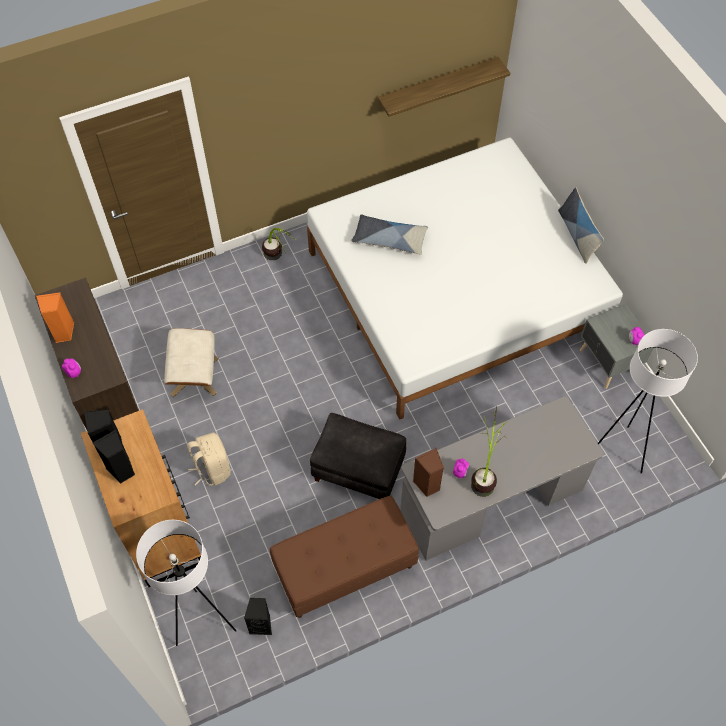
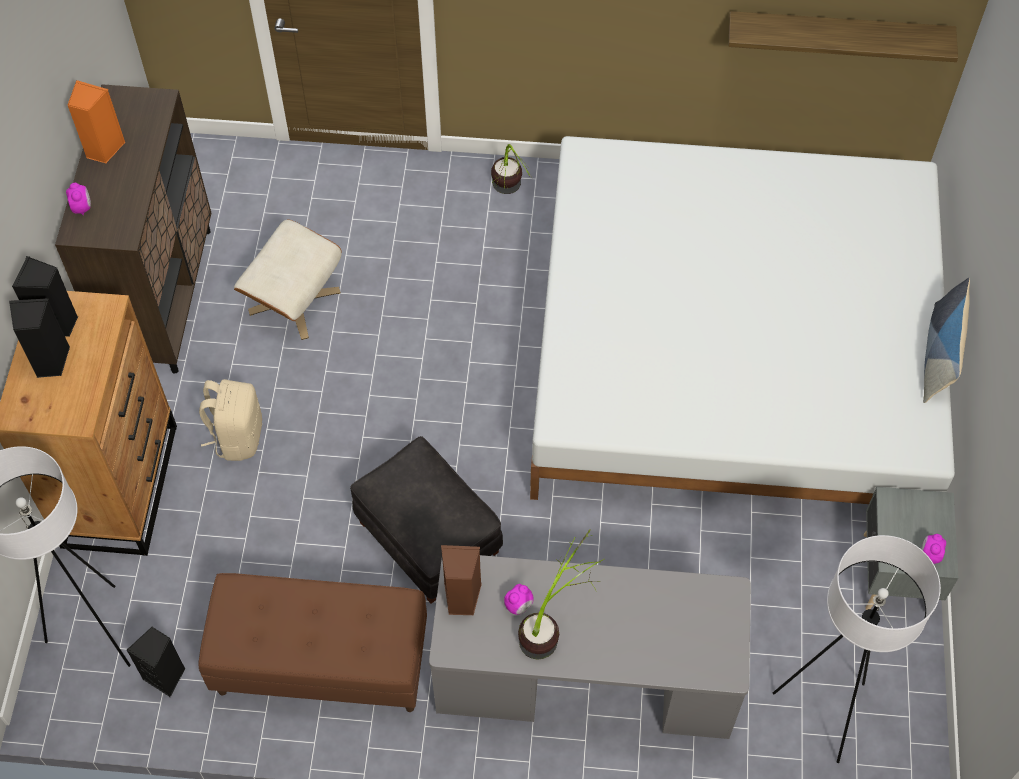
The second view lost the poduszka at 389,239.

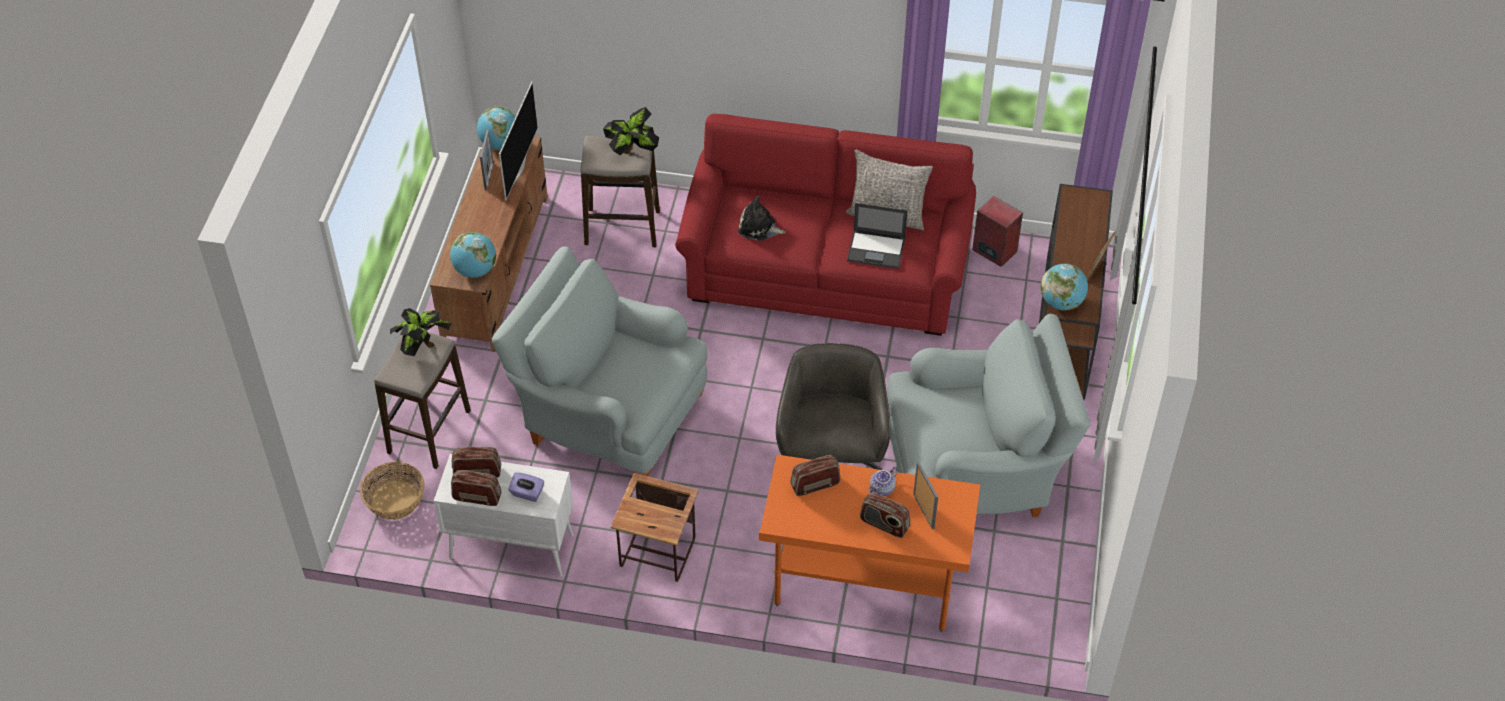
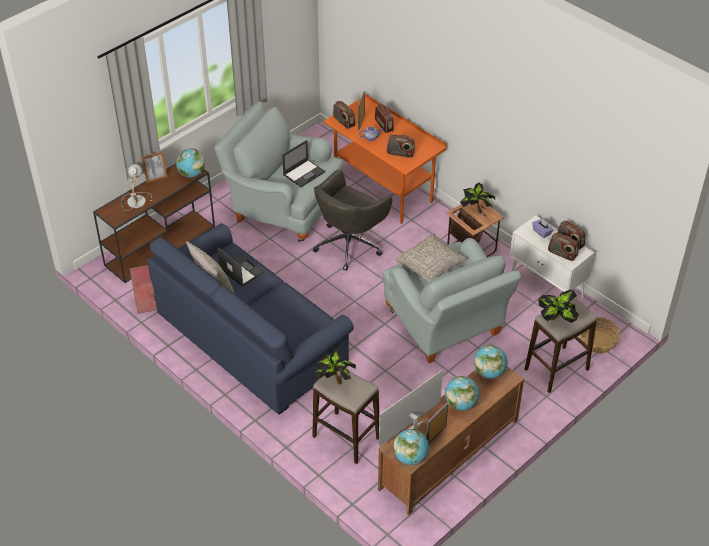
What was the kanapa/czerwony at 826,274 turned into the kanapa/niebieski at 251,340.
The second view lost the pluszak at 759,228.
The second view gained the radio at 343,122.
The second view gained the laptop at 304,173.
The second view gained the lampa stołowa at 134,201.
The second view gained the roślina doniczkowa at 476,210.
The second view gained the poduszka/szary at 431,265.
The second view gained the globus at 461,404.

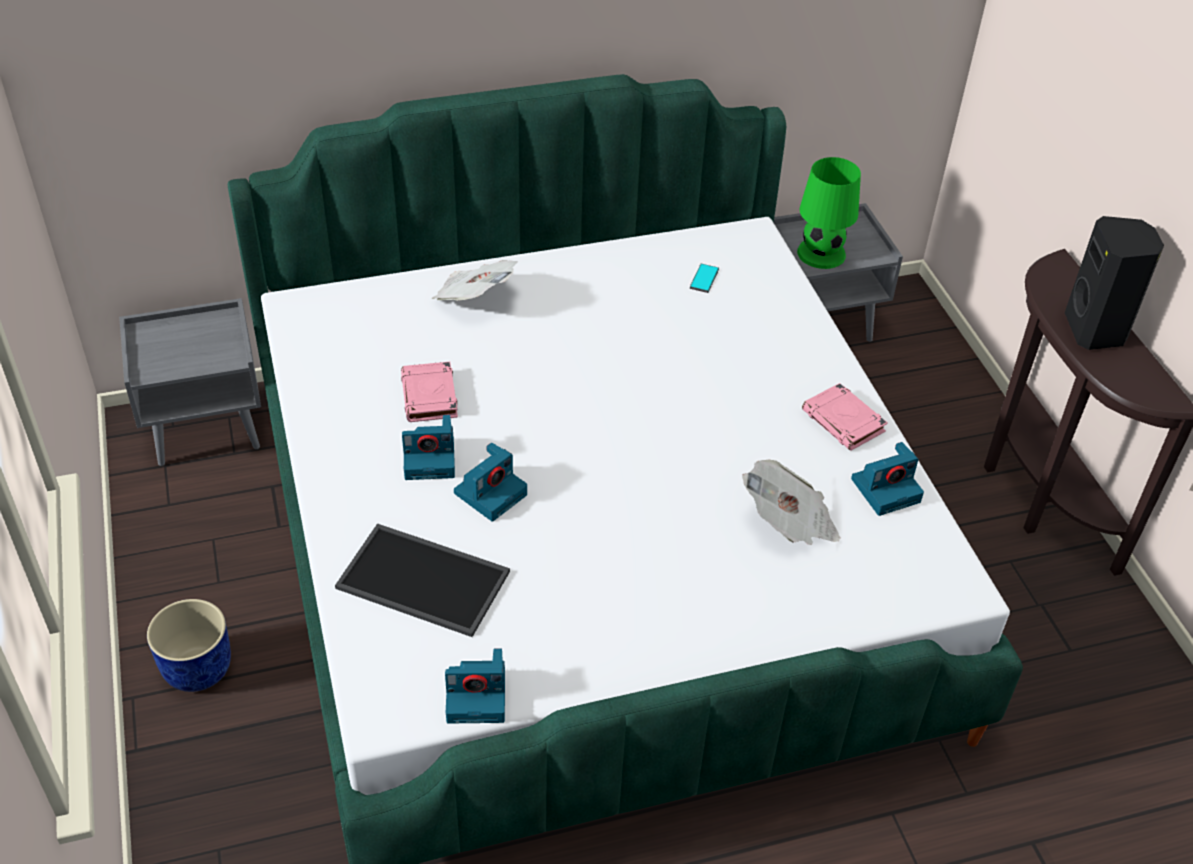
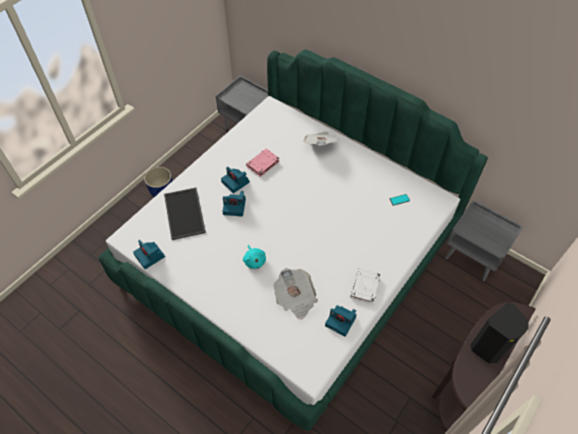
The second view lost the lampa stołowa/zielony at 821,254.
What was the książka/różowy at 844,422 turned into the książka/biały at 365,287.
The second view gained the pluszak/turkusowy at 254,260.

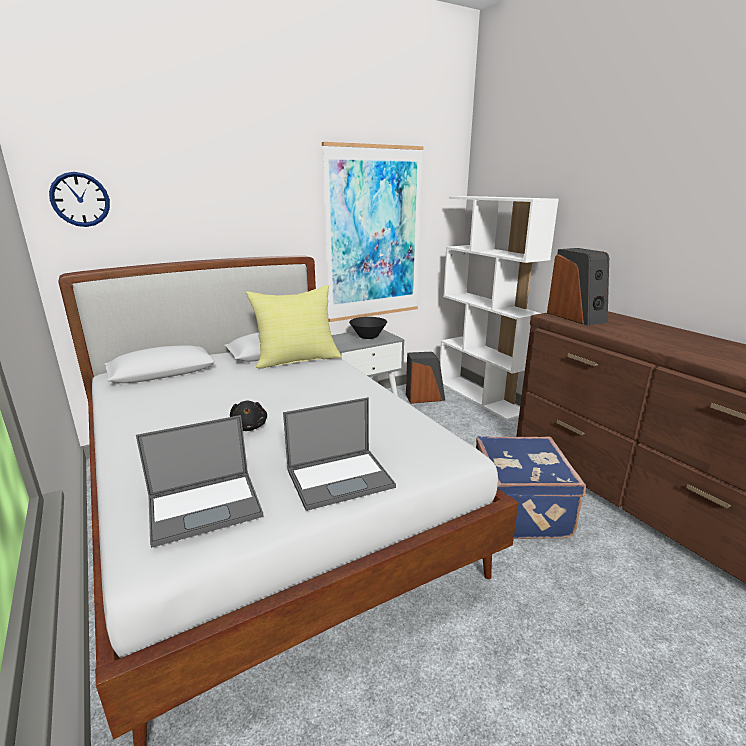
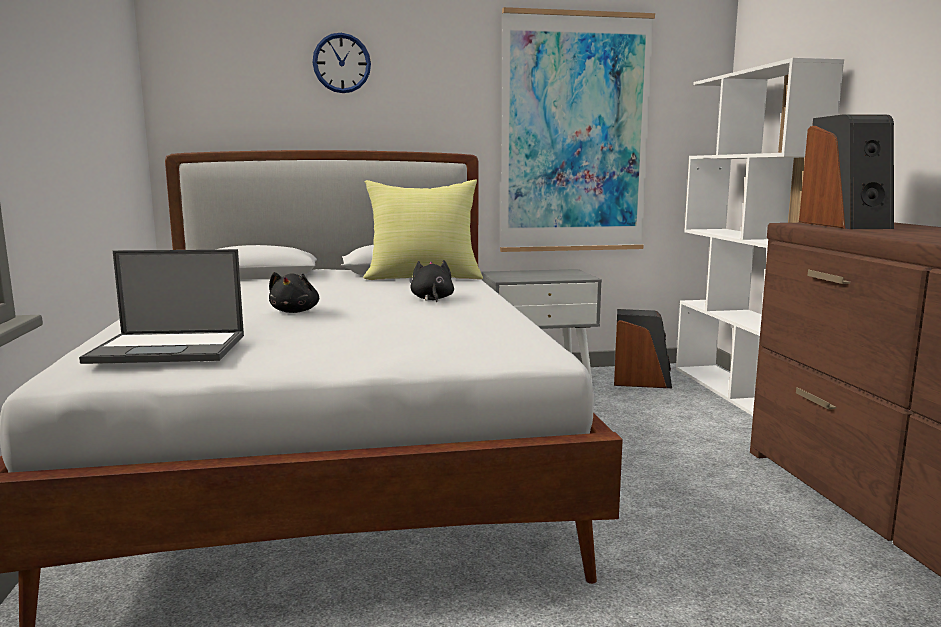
The zegar ścienny ended up elsewhere, having gone from 80,199 to 341,63.
The second view lost the miska/czarny at 368,337.
The second view lost the laptop at 341,478.
The second view lost the walizka/niebieski at 521,510.
The second view gained the pluszak/czarny at 432,299.

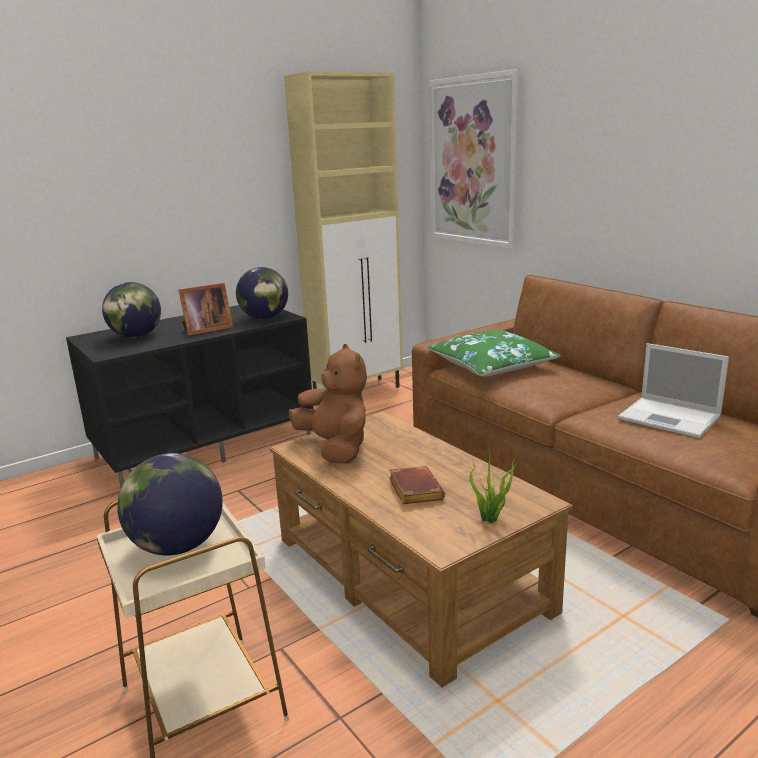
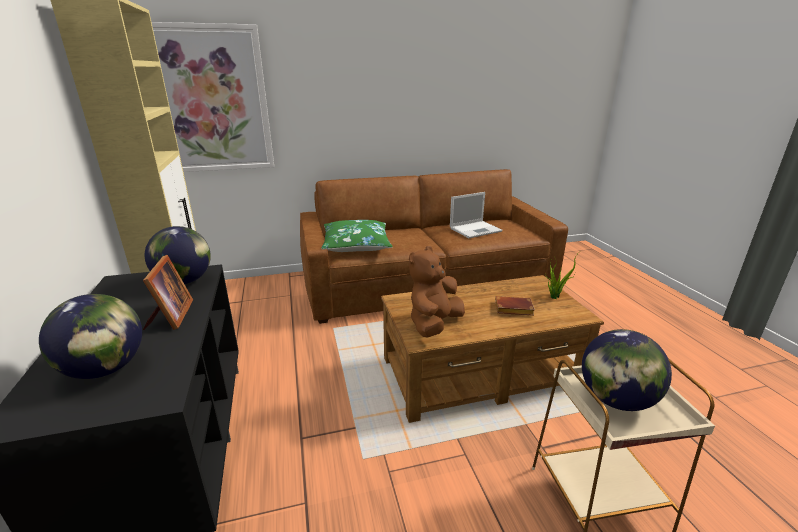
The pluszak/brązowy at 335,448 ended up facing another way, 45 degrees counterclockwise from before.

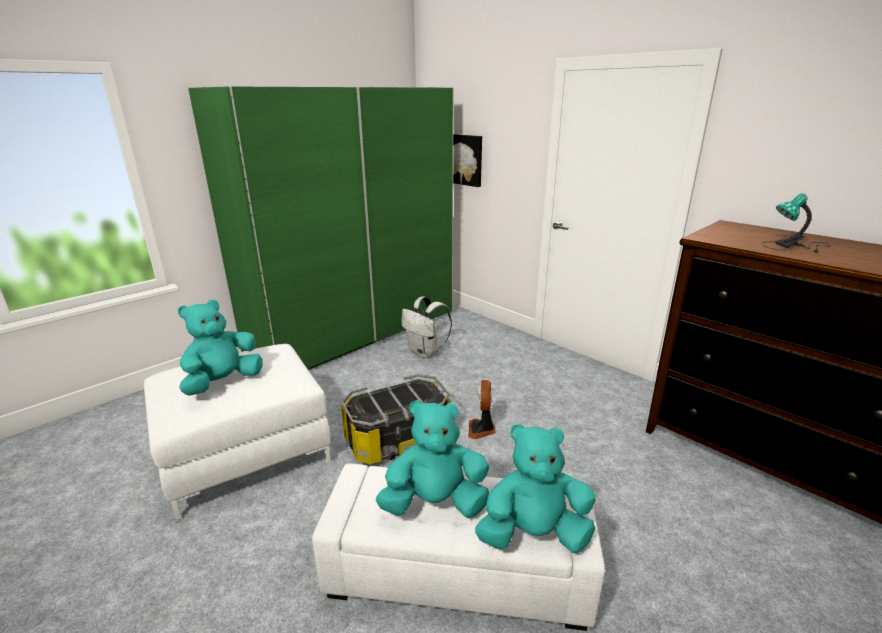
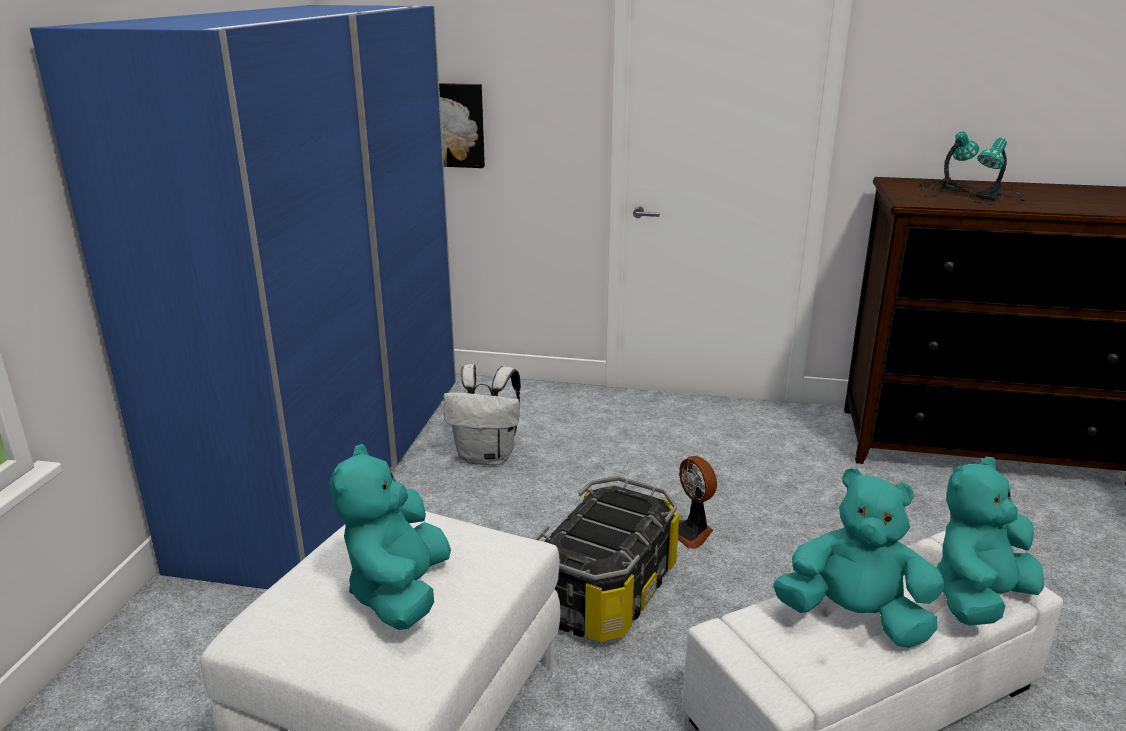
What was the szafa/zielony at 356,333 turned into the szafa/niebieski at 333,463.
The pluszak/turkusowy at 435,503 ended up facing another way, 60 degrees clockwise from before.
The second view gained the lampa stołowa at 944,189.

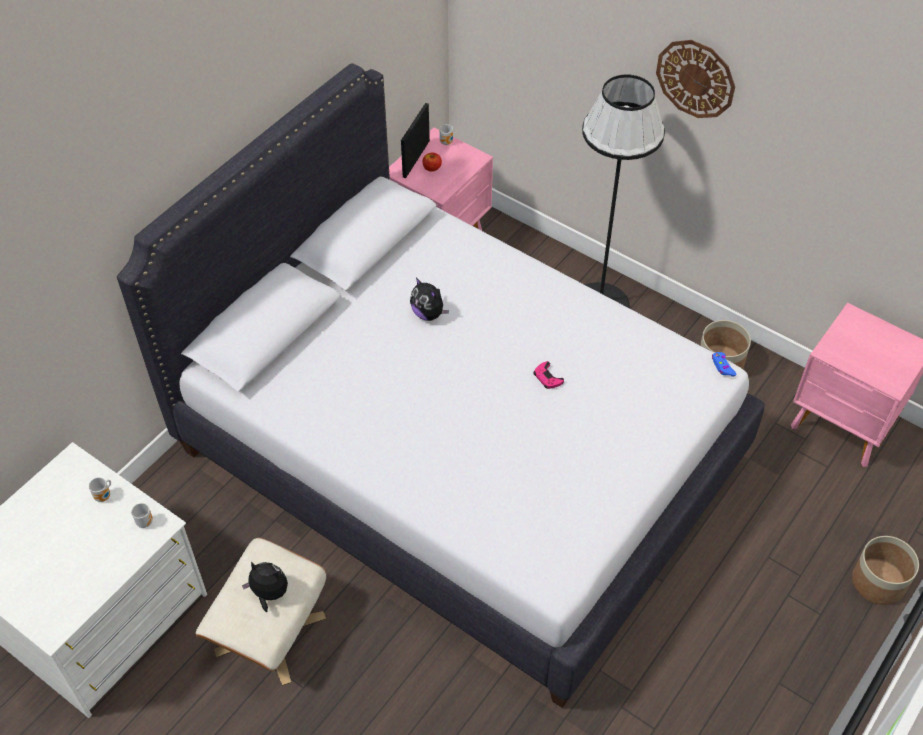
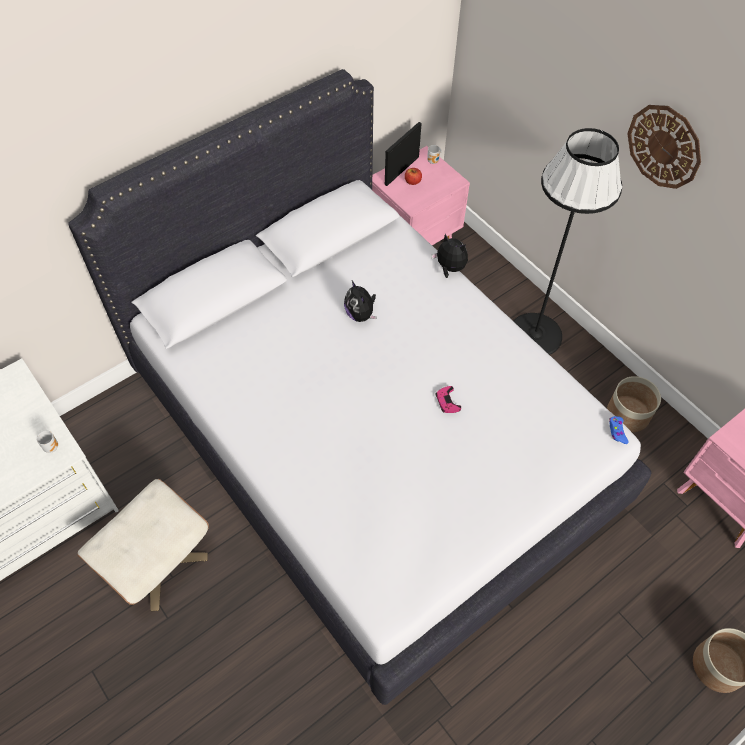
The second view lost the kubek at 104,496.
The pluszak ended up elsewhere, having gone from 269,594 to 449,268.

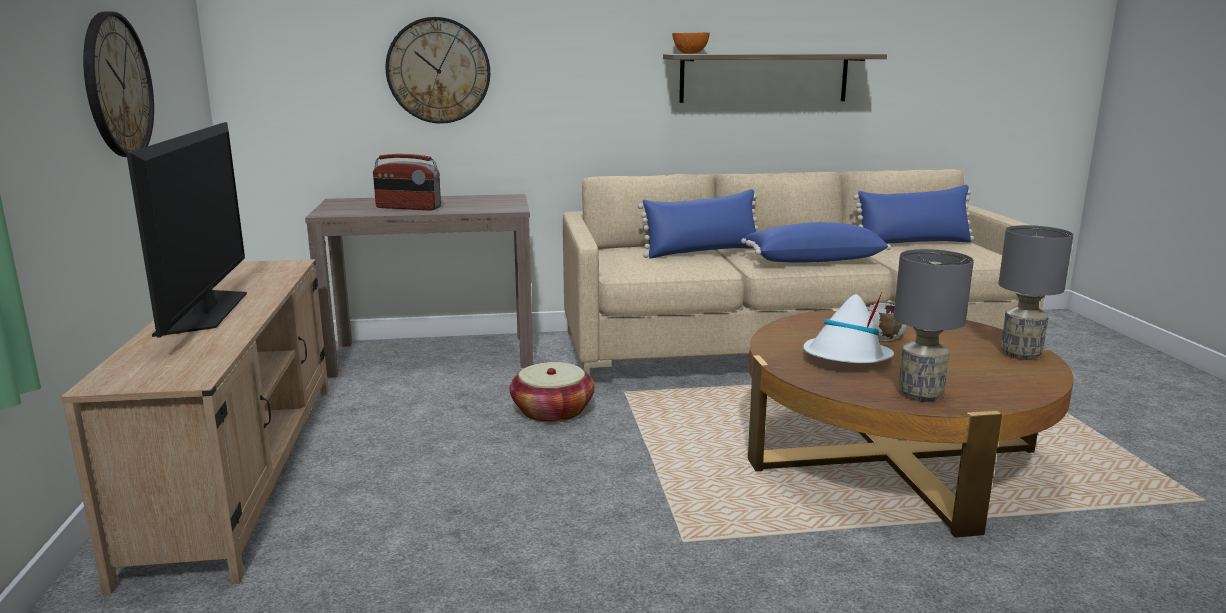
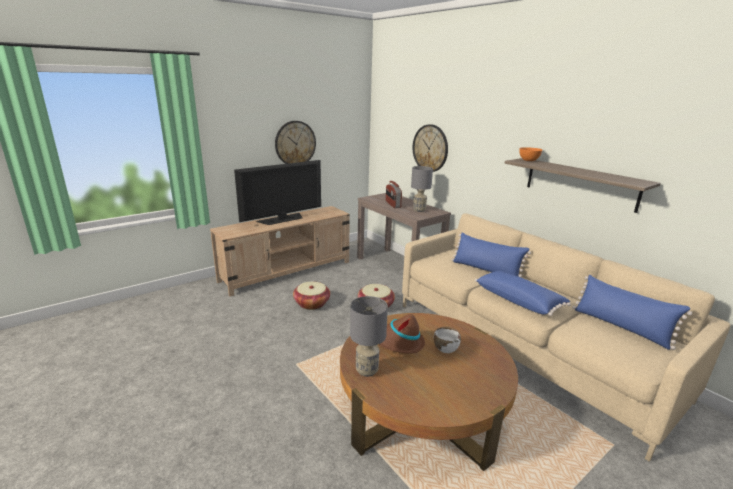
The lampa stołowa/szary ended up elsewhere, having gone from 1019,354 to 419,210.
What was the kapelusz/biały at 846,358 turned into the kapelusz/brązowy at 398,342.
The second view gained the koszyk at 312,303.

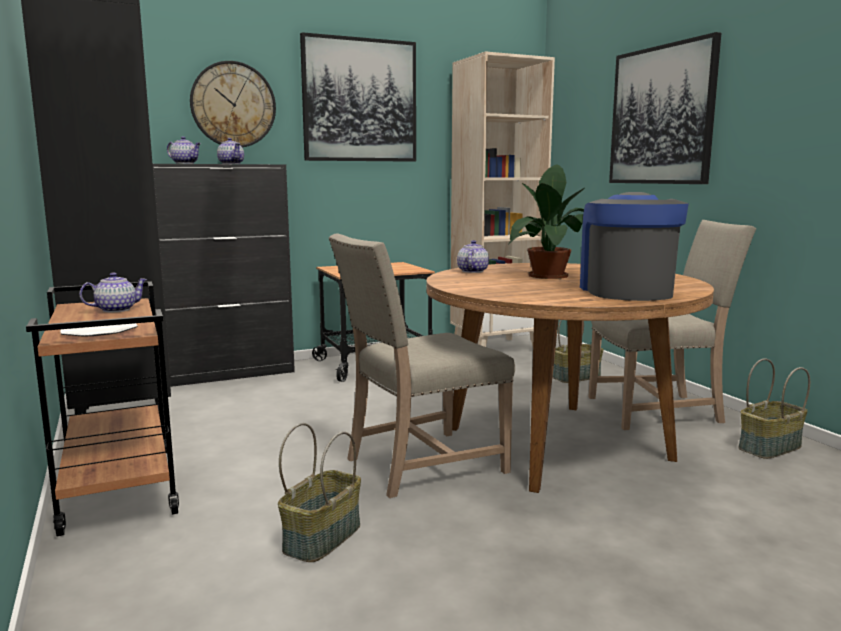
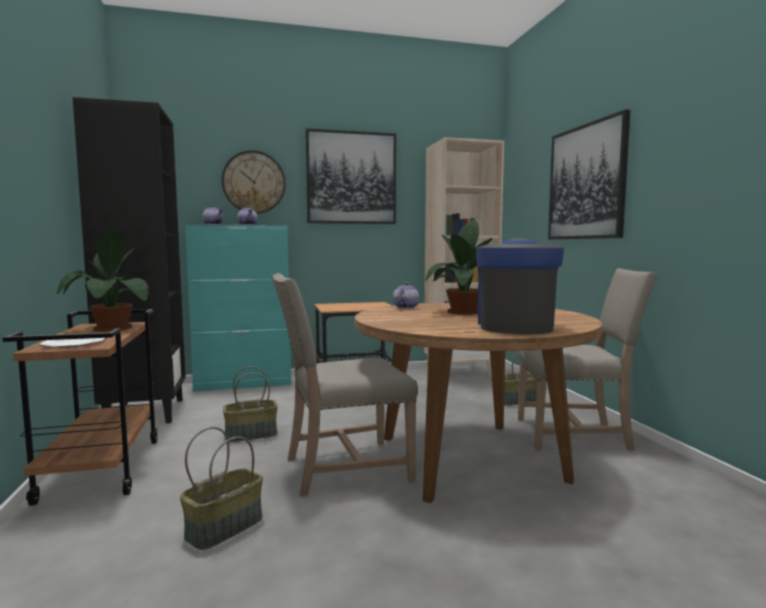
What was the szafka/czarny at 231,374 turned into the szafka/turkusowy at 244,384.
Where the imbryk stood at 115,310, the roślina doniczkowa came to stand at 111,329.
The koszyk ended up elsewhere, having gone from 770,448 to 250,435.

